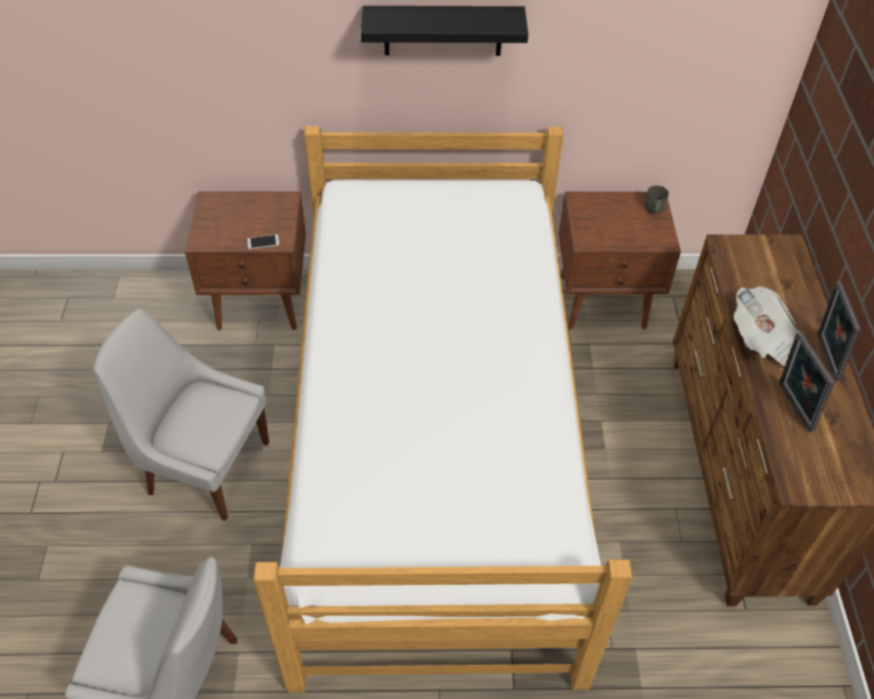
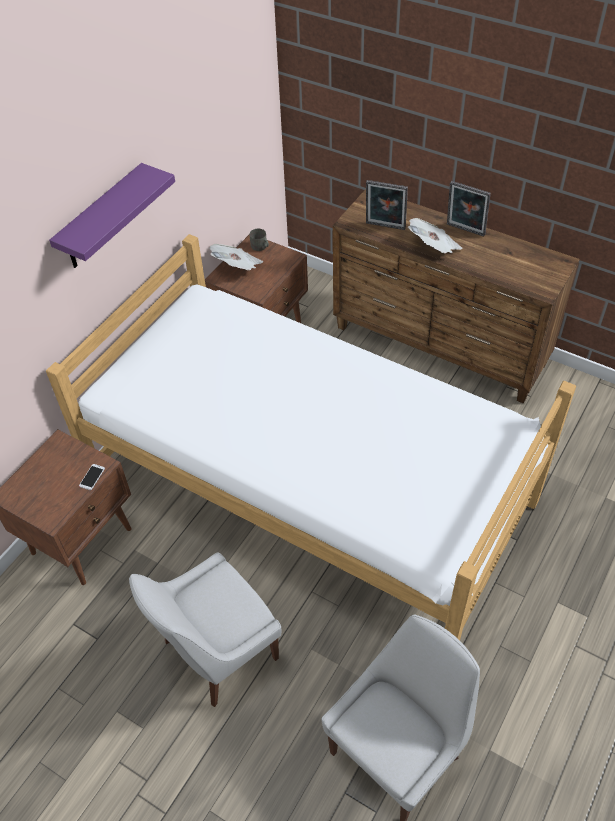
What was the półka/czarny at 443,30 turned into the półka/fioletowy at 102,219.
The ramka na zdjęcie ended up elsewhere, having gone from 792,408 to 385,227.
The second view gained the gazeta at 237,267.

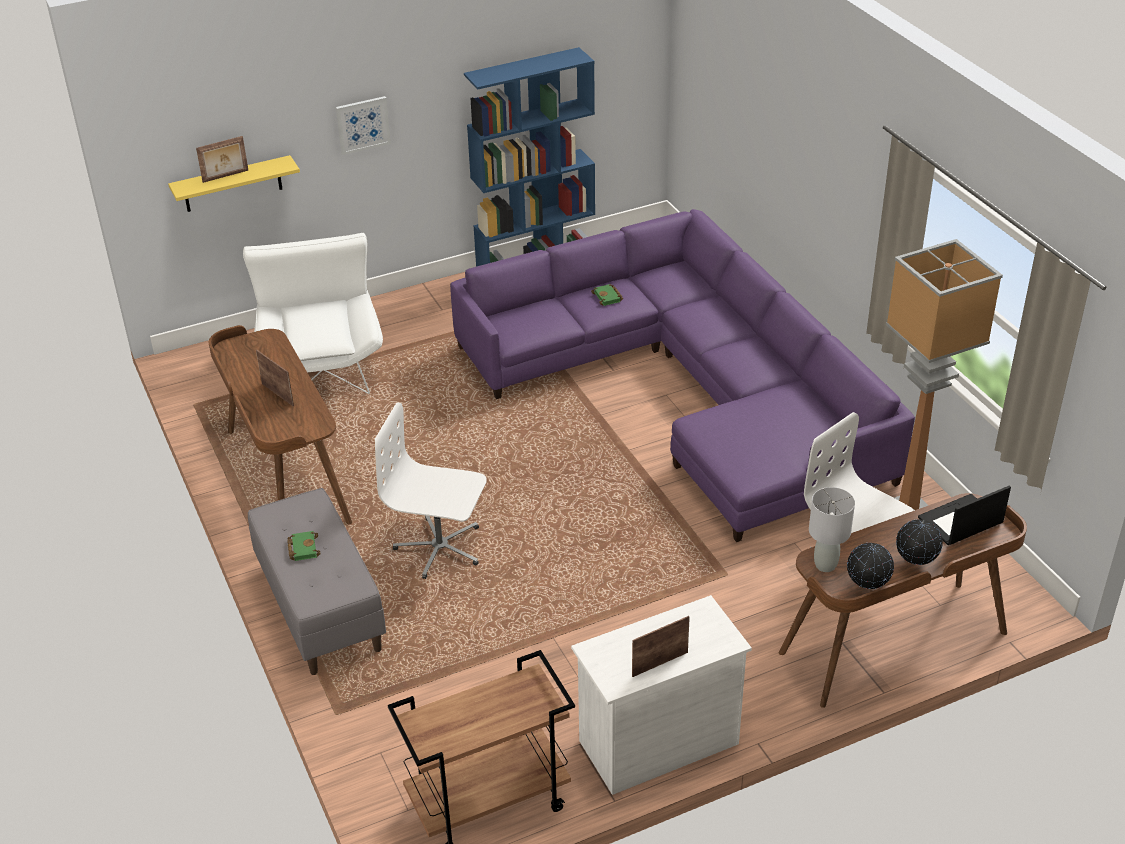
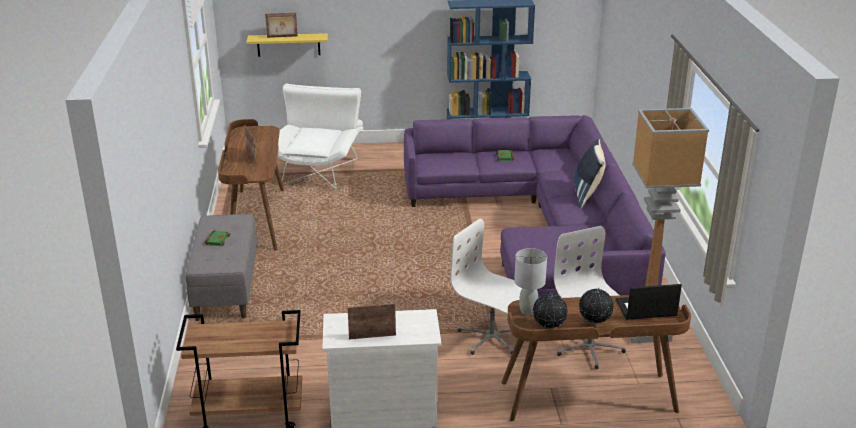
The second view lost the obraz at 363,125.
The krzesło biurowe/biały ended up elsewhere, having gone from 440,548 to 491,338.
The second view gained the poduszka/niebieski at 587,195.

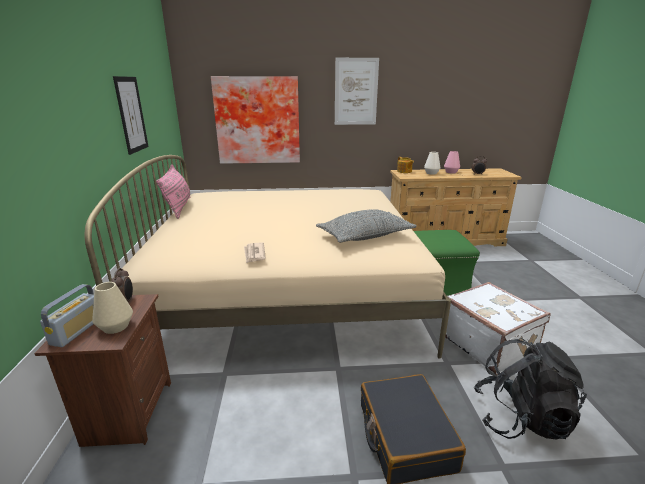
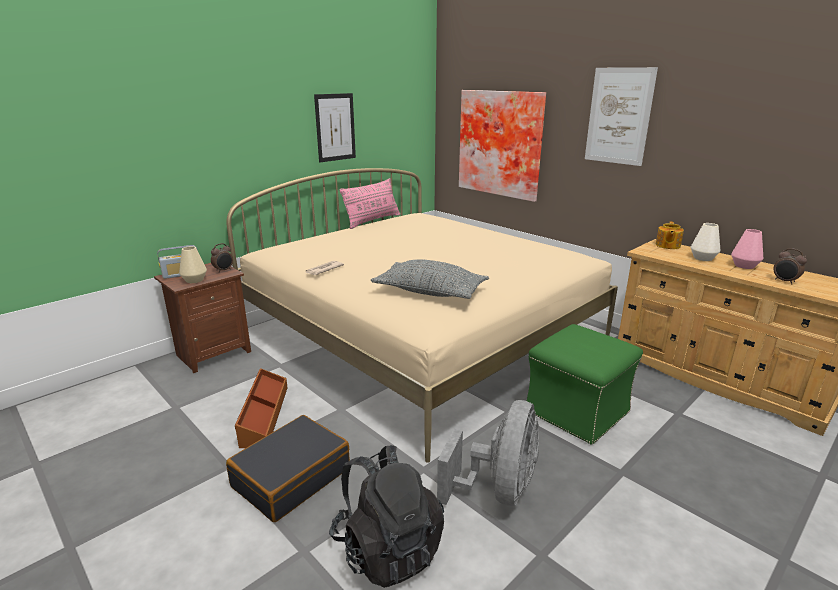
Where the walizka/biały stood at 488,344, the wentylator/szary came to stand at 498,490.
The second view gained the pojemnik do przechowywania/brązowy at 263,415.

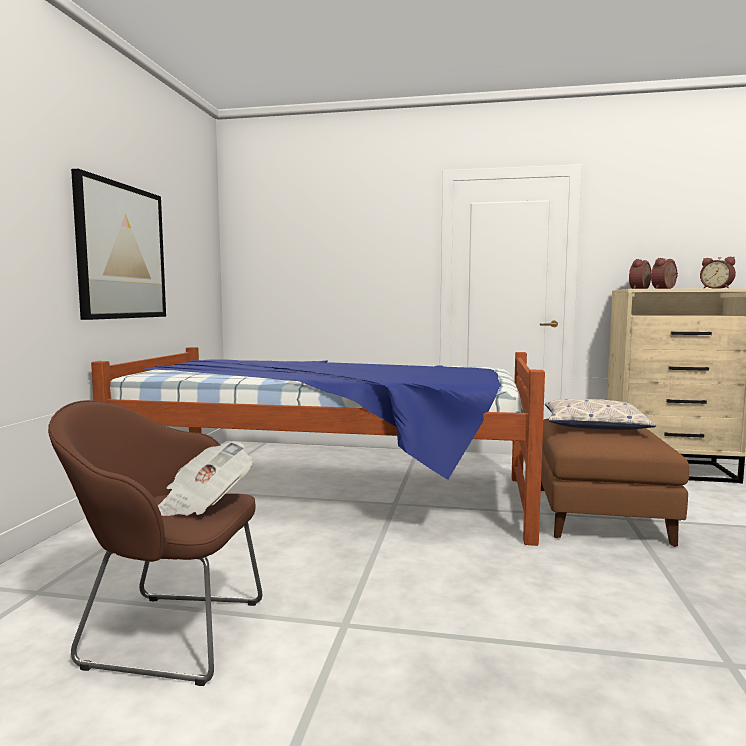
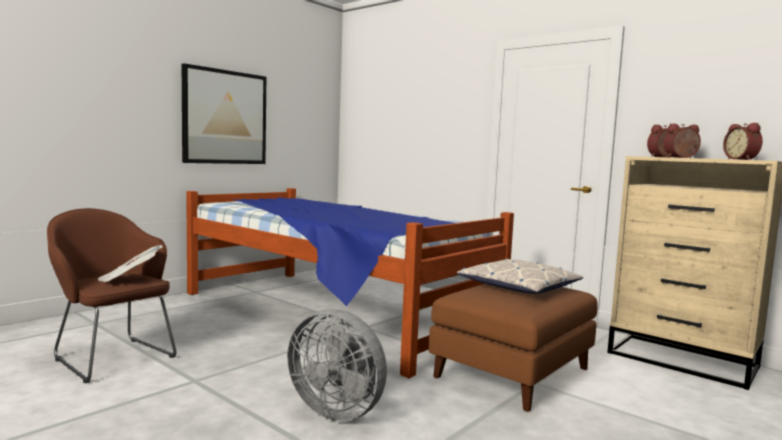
The second view gained the wentylator/szary at 339,410.

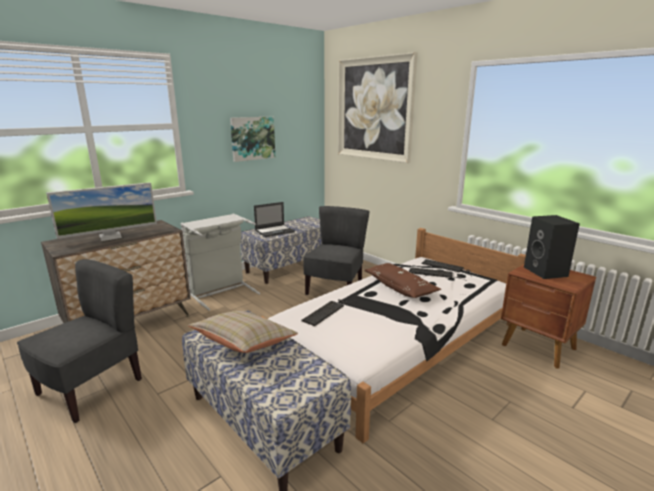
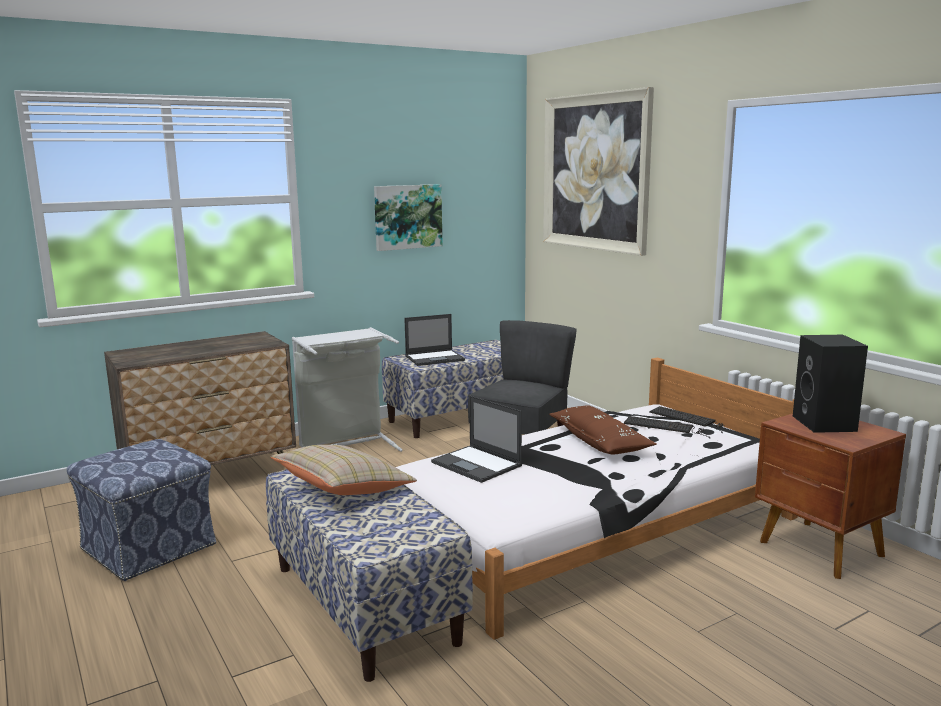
The second view lost the monitor at 110,237.
Where the krzesło/szary stood at 92,388, the pufa came to stand at 149,547.
Where the klawiatura stood at 328,311, the laptop came to stand at 477,464.

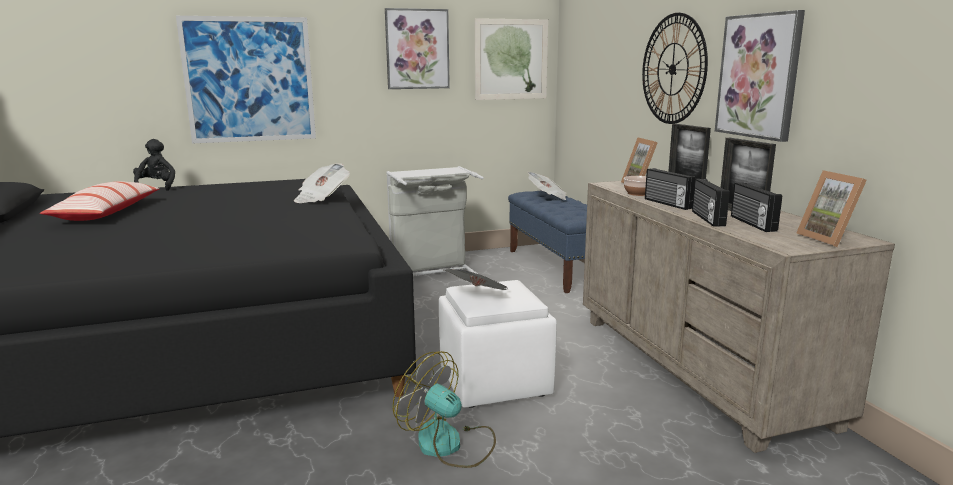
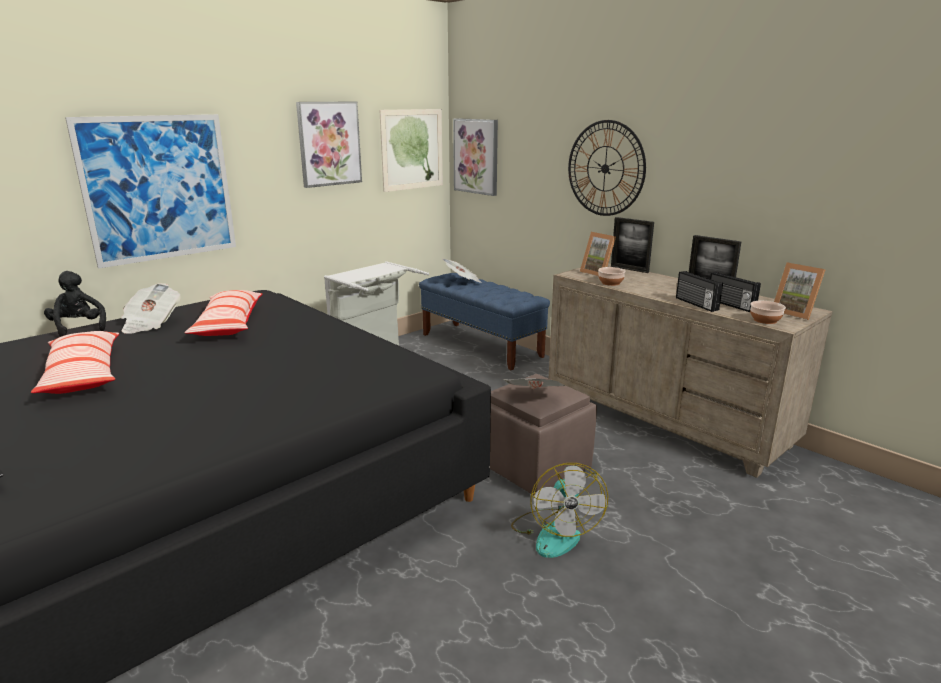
The obraz ended up elsewhere, having gone from 758,76 to 476,156.
The gazeta ended up elsewhere, having gone from 321,198 to 151,324.
The second view lost the radio at 667,203.
What was the pufa/biały at 493,381 turned into the pufa/brązowy at 533,467.
The wentylator at 449,445 ended up facing another way, 105 degrees counterclockwise from before.
The second view gained the poduszka at 229,324.
The second view gained the miska at 764,320.

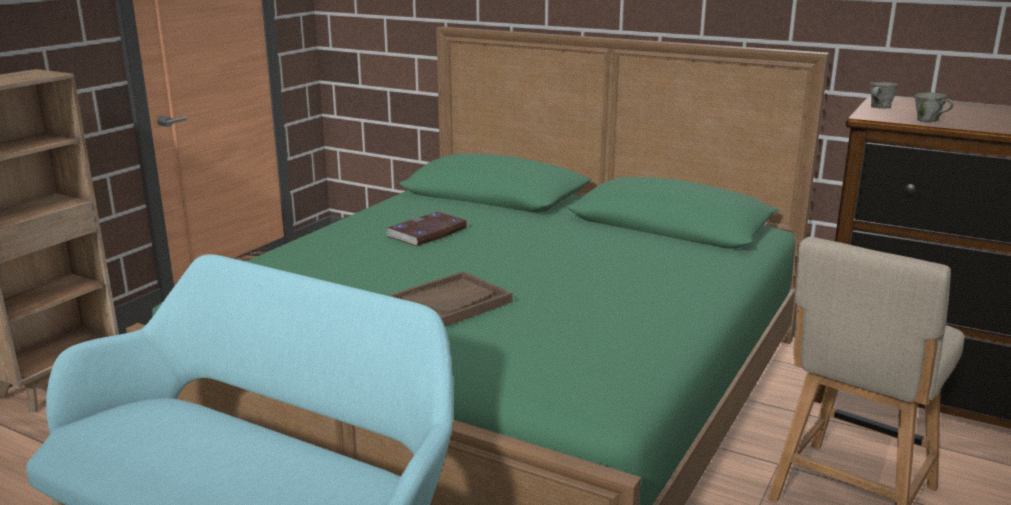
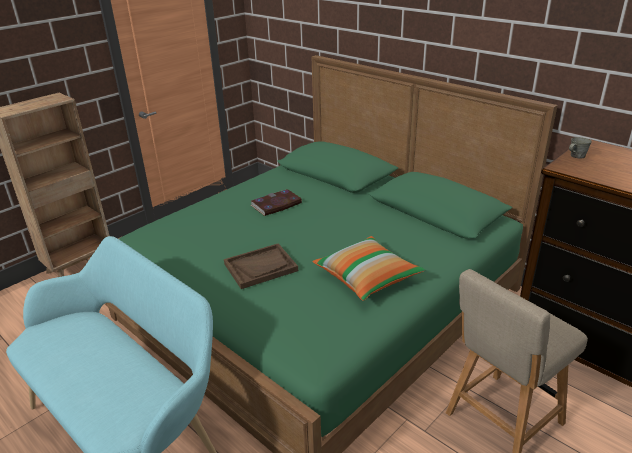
The second view lost the kubek/szary at 928,121.
The second view gained the poduszka at 367,278.

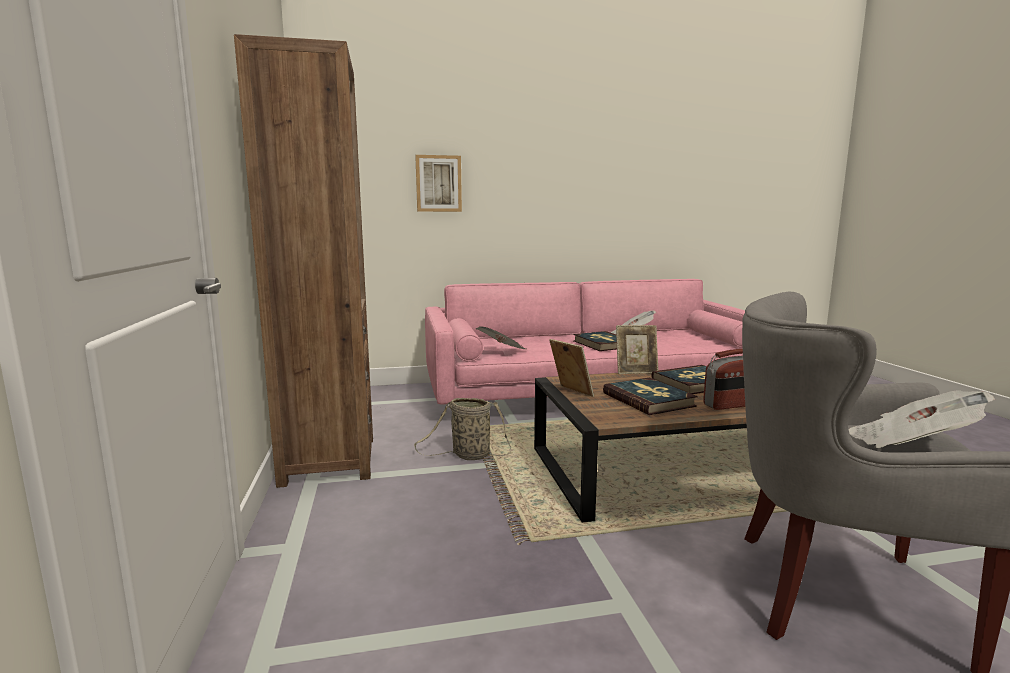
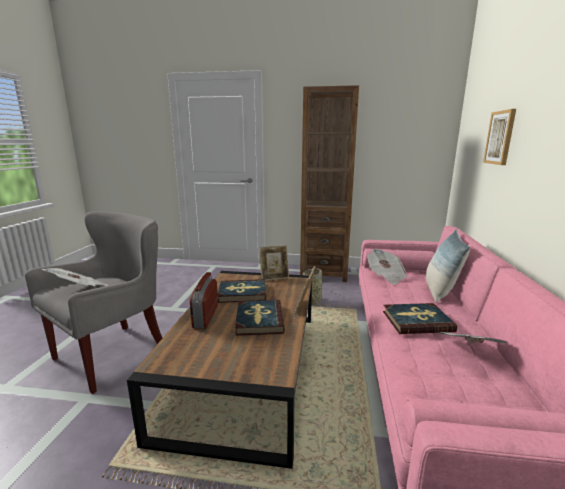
The second view gained the poduszka at 440,291.

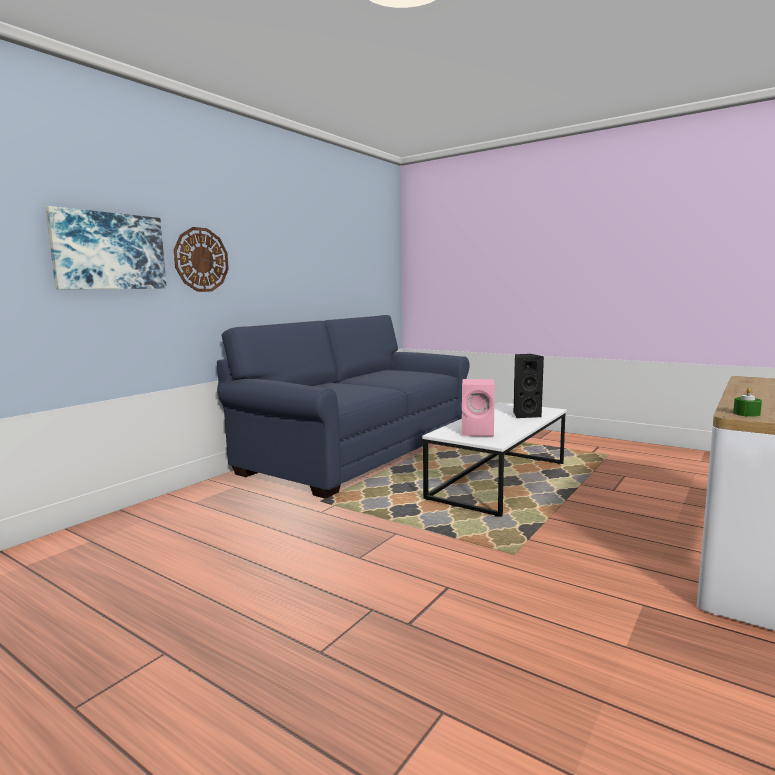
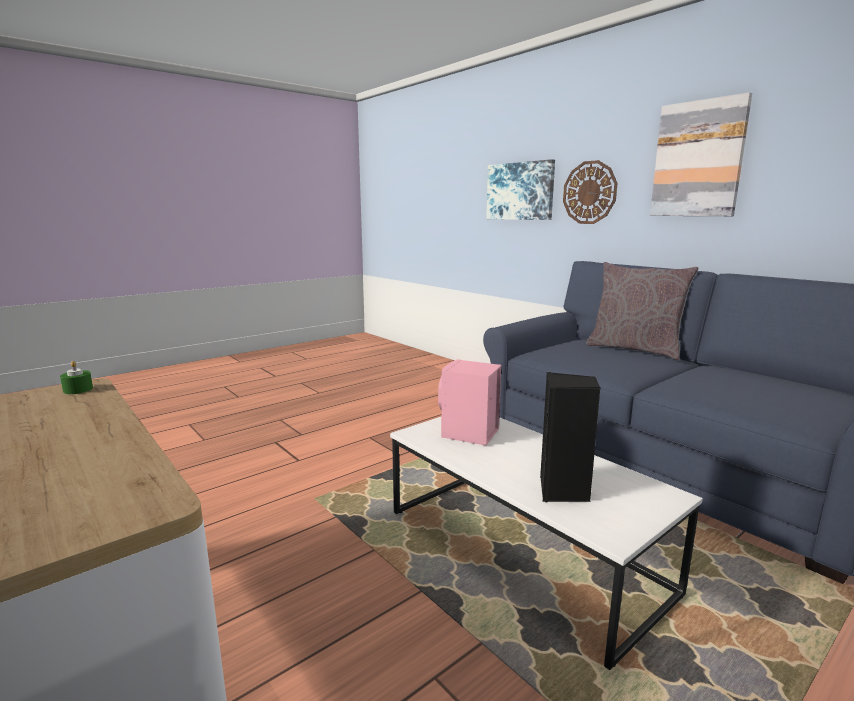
The second view gained the obraz at 698,159.
The second view gained the poduszka/szary at 634,349.

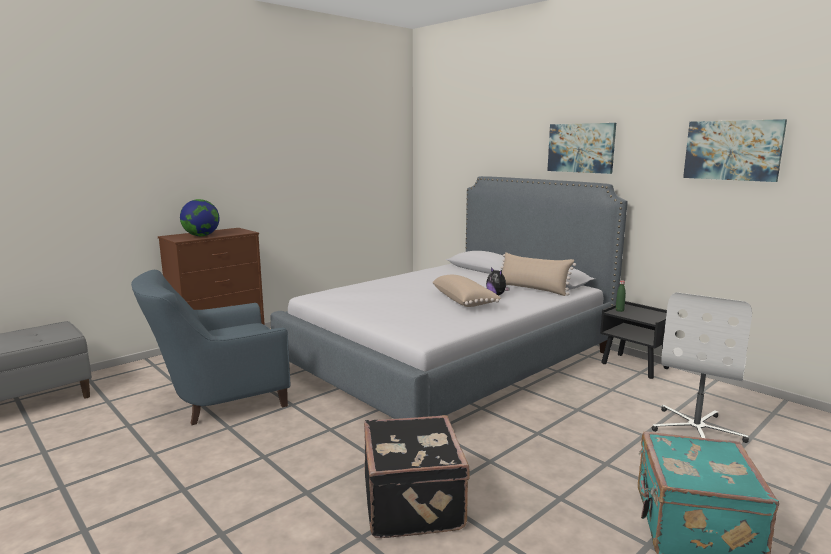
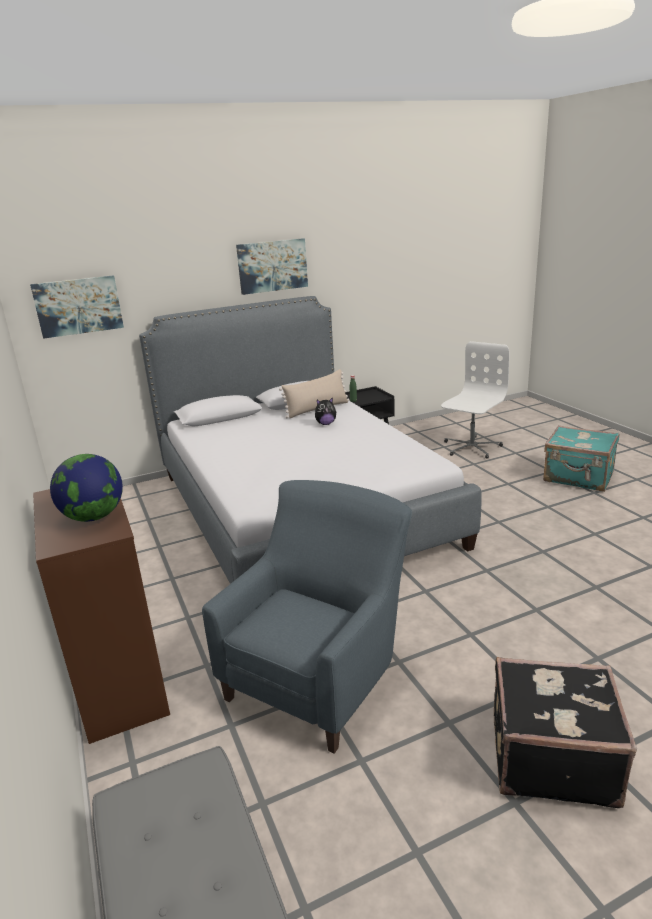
The obraz ended up elsewhere, having gone from 732,150 to 78,306.
The fotel/niebieski at 218,401 ended up facing another way, 135 degrees counterclockwise from before.
The second view lost the poduszka/beżowy at 464,301.
The krzesło biurowe/biały at 697,430 ended up facing another way, 105 degrees counterclockwise from before.
The walizka/czarny ended up elsewhere, having gone from 414,502 to 550,756.

